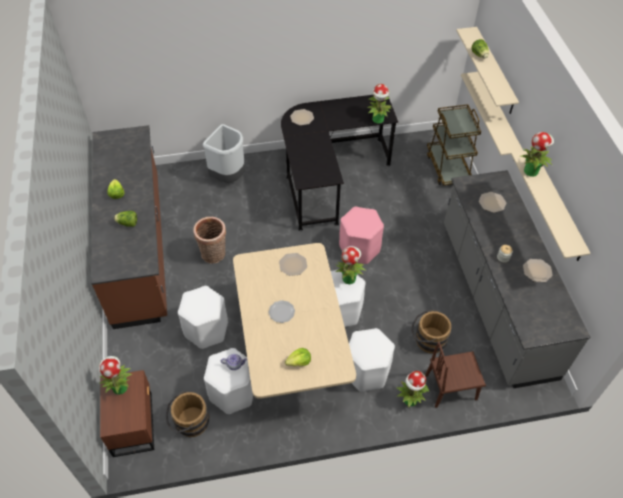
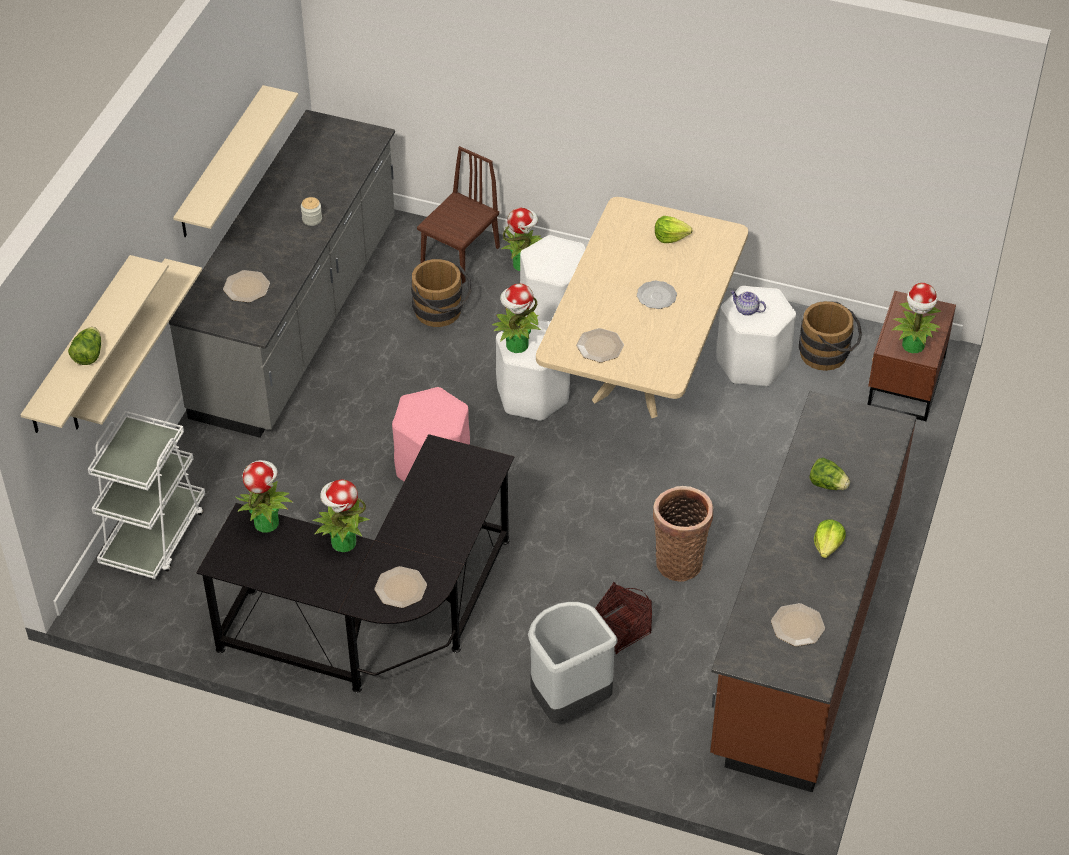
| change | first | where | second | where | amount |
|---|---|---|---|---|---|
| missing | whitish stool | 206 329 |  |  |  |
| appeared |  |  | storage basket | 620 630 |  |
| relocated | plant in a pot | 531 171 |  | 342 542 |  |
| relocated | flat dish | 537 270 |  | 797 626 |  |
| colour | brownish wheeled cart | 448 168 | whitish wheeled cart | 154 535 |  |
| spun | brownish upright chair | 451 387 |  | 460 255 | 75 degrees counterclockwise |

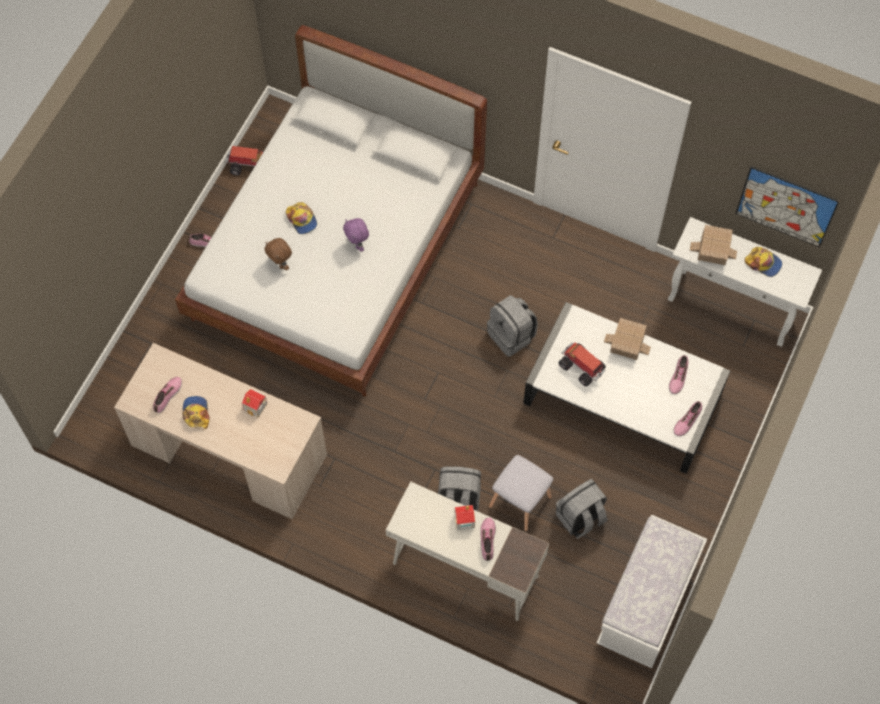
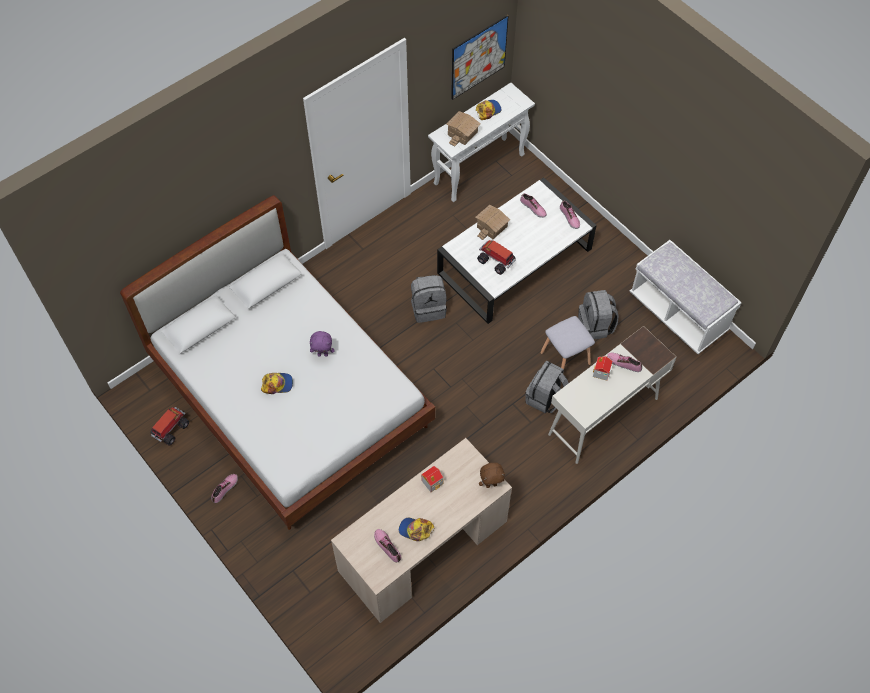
| change | first | where | second | where | amount |
|---|---|---|---|---|---|
| relocated | brownish cuddly toy | 280 264 |  | 491 484 |  |
| spun | model truck | 582 368 |  | 496 261 | 60 degrees clockwise |

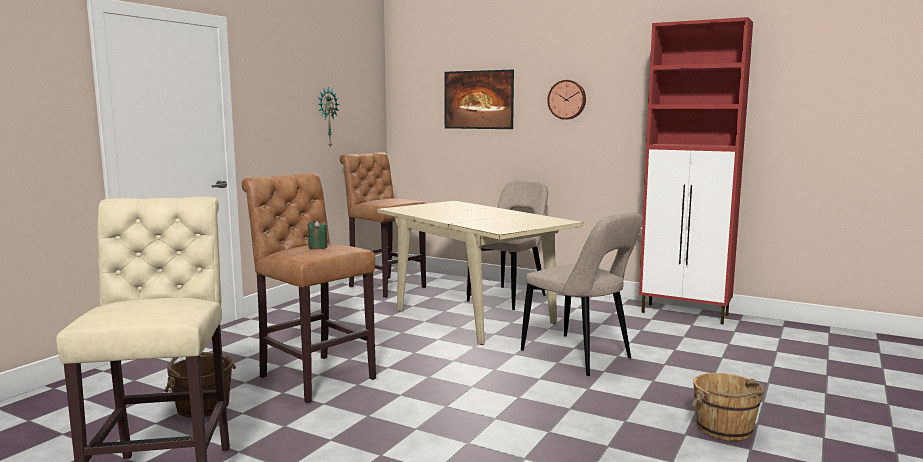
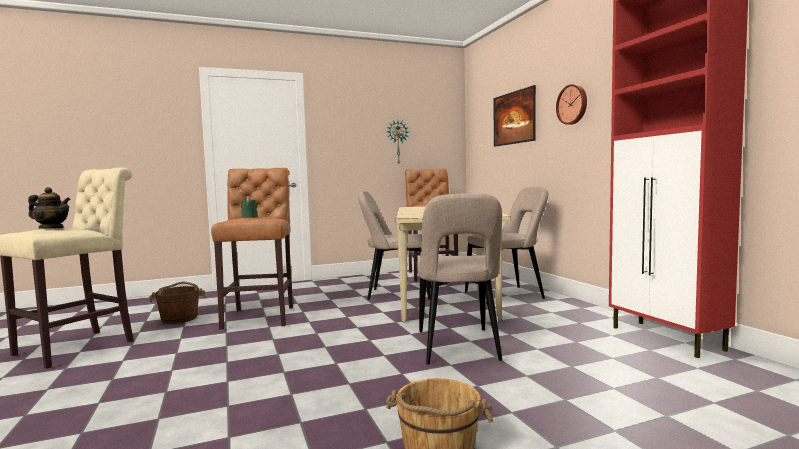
| change | first | where | second | where | amount |
|---|---|---|---|---|---|
| appeared |  |  | tea pot | 51 228 |  |
| appeared |  |  | beige-coloured upright chair | 396 294 |  |

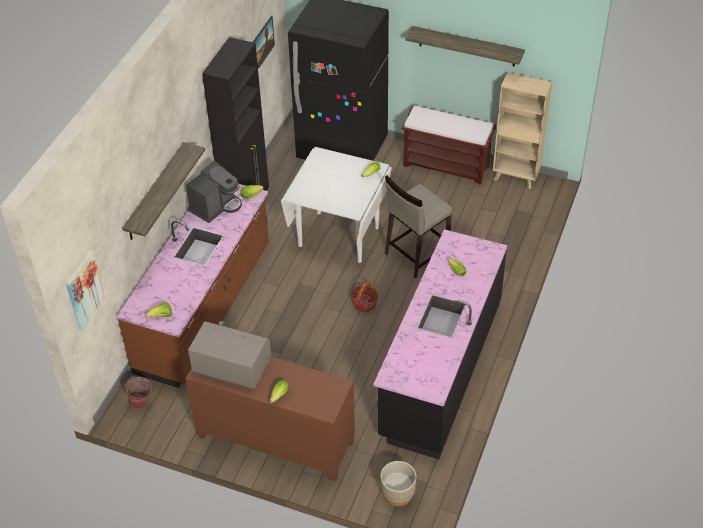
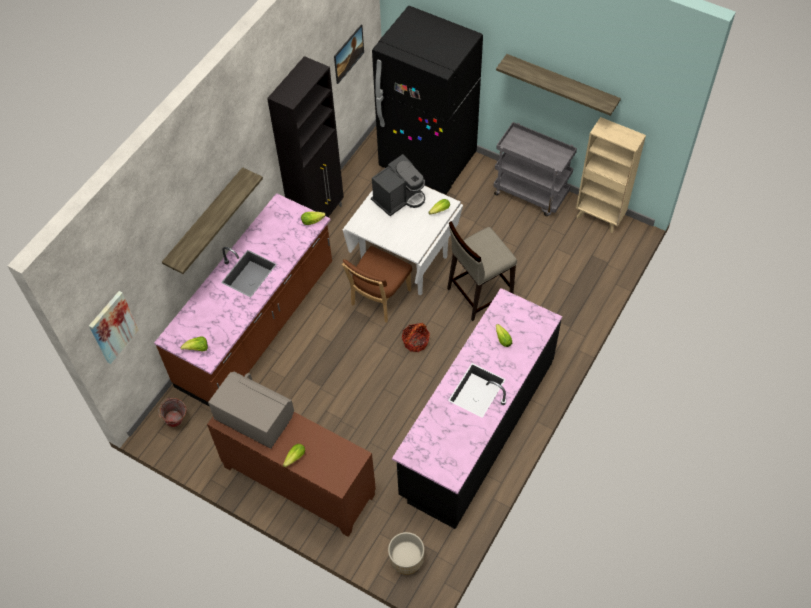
| change | first | where | second | where | amount |
|---|---|---|---|---|---|
| appeared |  |  | brownish upright chair | 379 299 |  |
| relocated | coffee maker | 215 206 |  | 399 198 |  |
| exchanged | brownish indoor bench | 447 165 | grey wheeled cart | 531 194 |  |

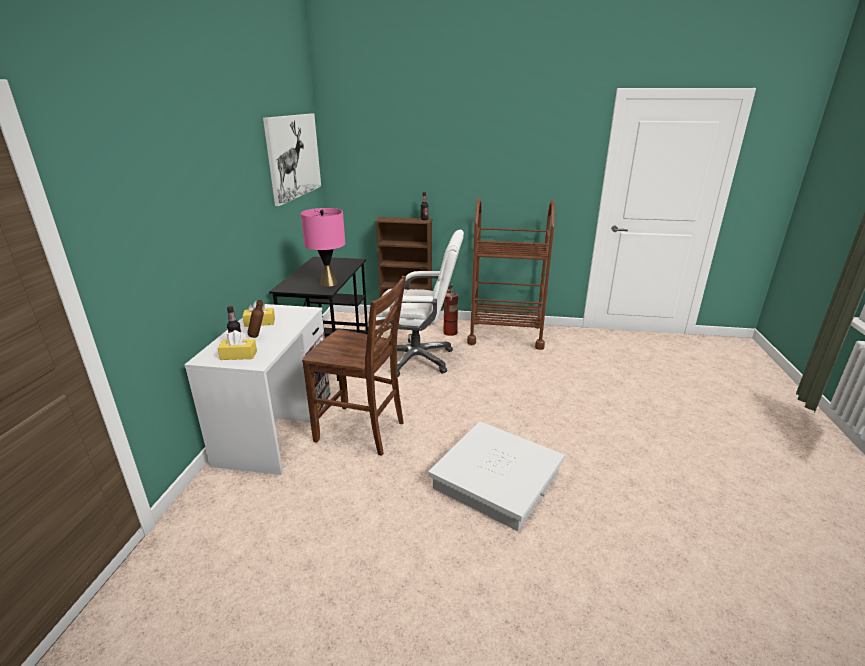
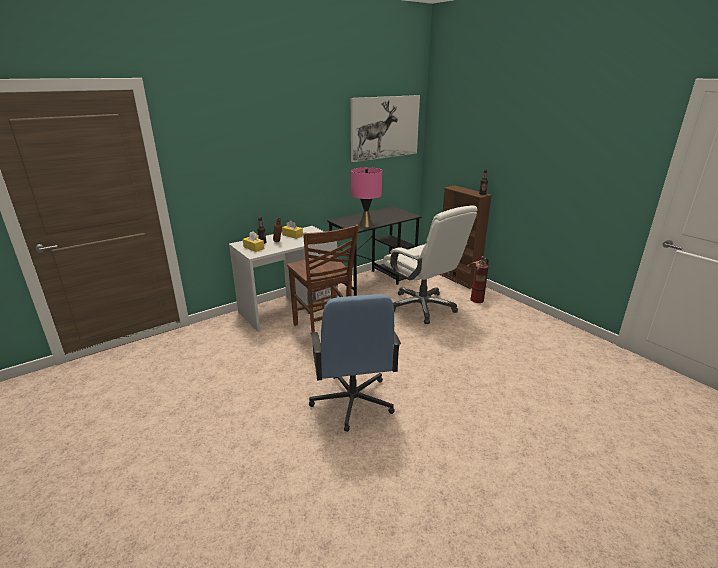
| change | first | where | second | where | amount |
|---|---|---|---|---|---|
| missing | brownish wheeled cart | 505 334 |  |  |  |
| exchanged | whitish storage container | 496 480 | bluish office chair | 352 402 |  |

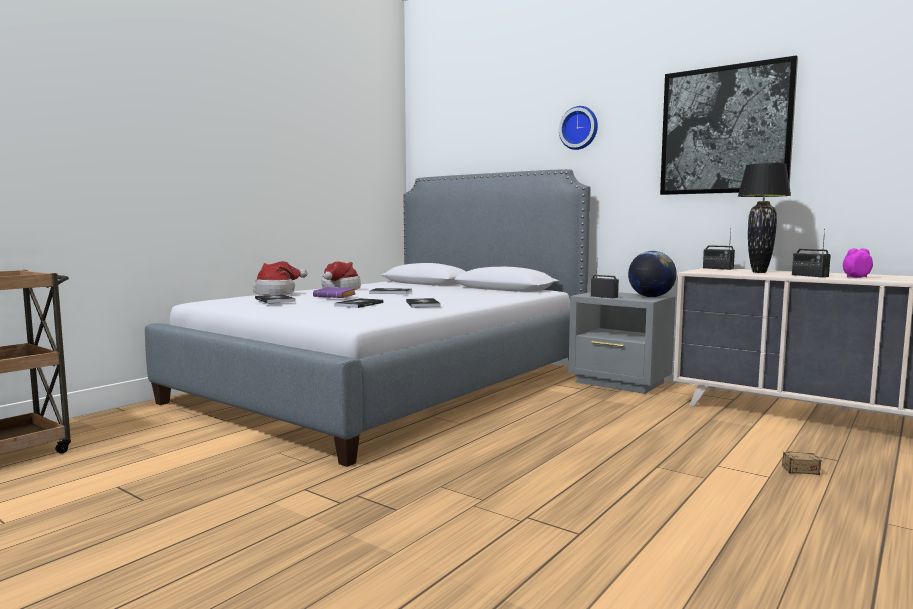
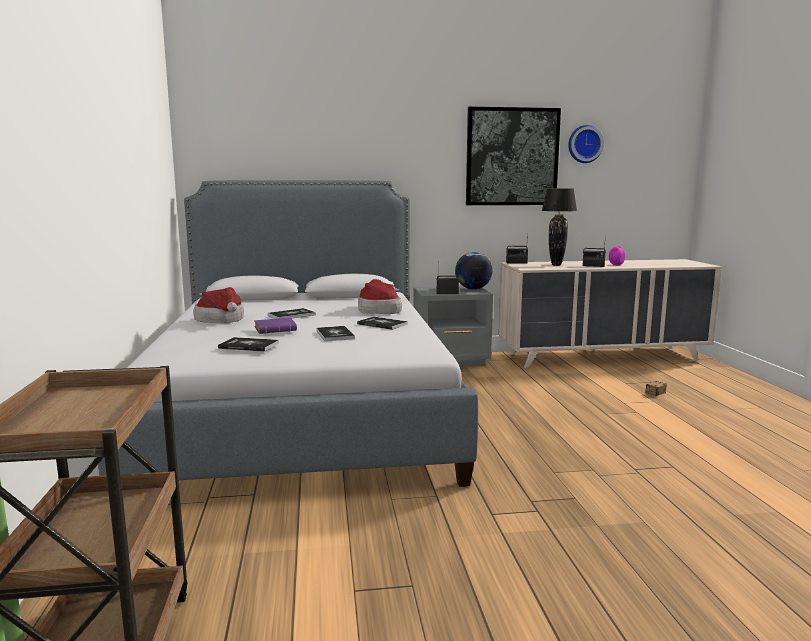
| change | first | where | second | where | amount |
|---|---|---|---|---|---|
| relocated | clothing hat | 277 293 |  | 379 310 |  |
| relocated | wall clock | 579 128 |  | 584 144 |  |

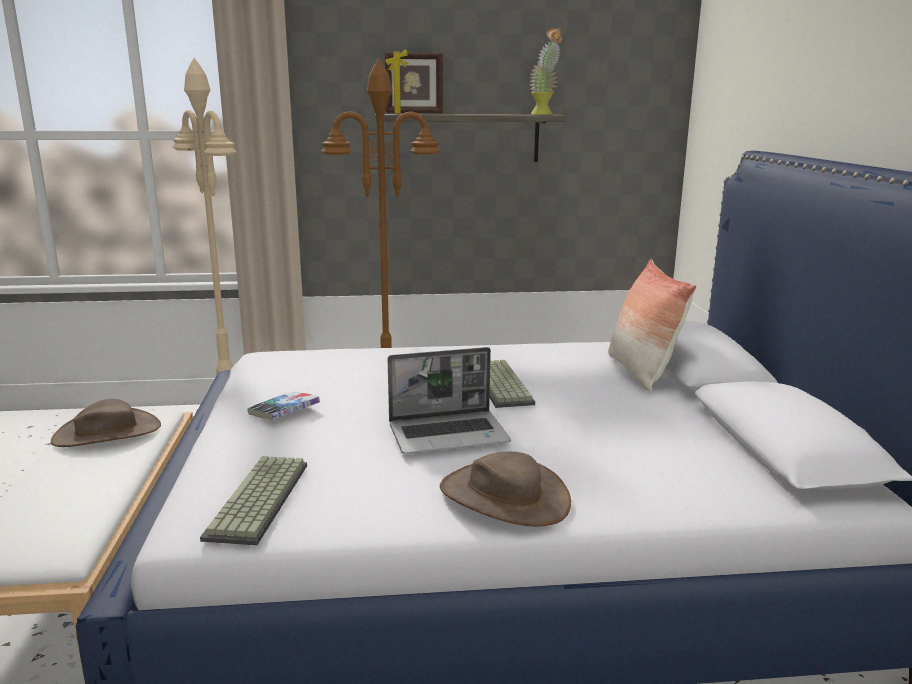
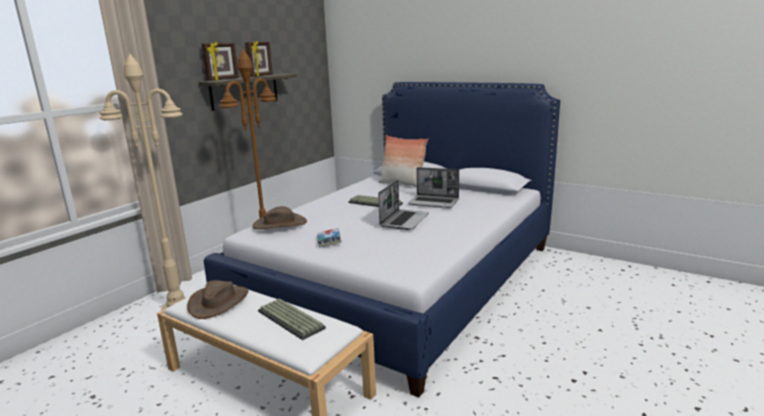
| change | first | where | second | where | amount |
|---|---|---|---|---|---|
| missing | plant in a pot | 545 114 |  |  |  |
| appeared |  |  | picture frame | 261 76 |  |
| appeared |  |  | portable computer | 434 202 |  |
| relocated | PC keyboard | 260 501 |  | 292 319 |  |
| relocated | brownish clothing hat | 504 496 |  | 280 224 |  |

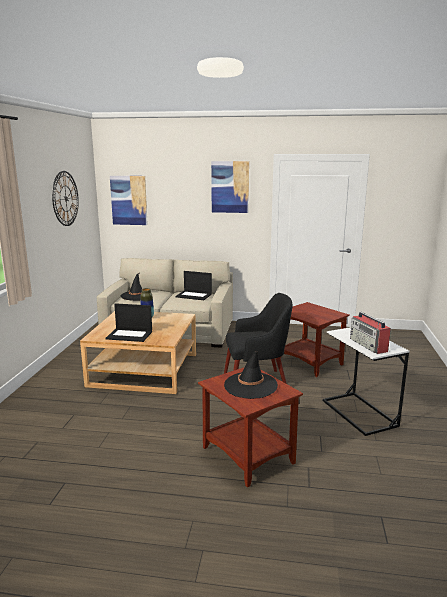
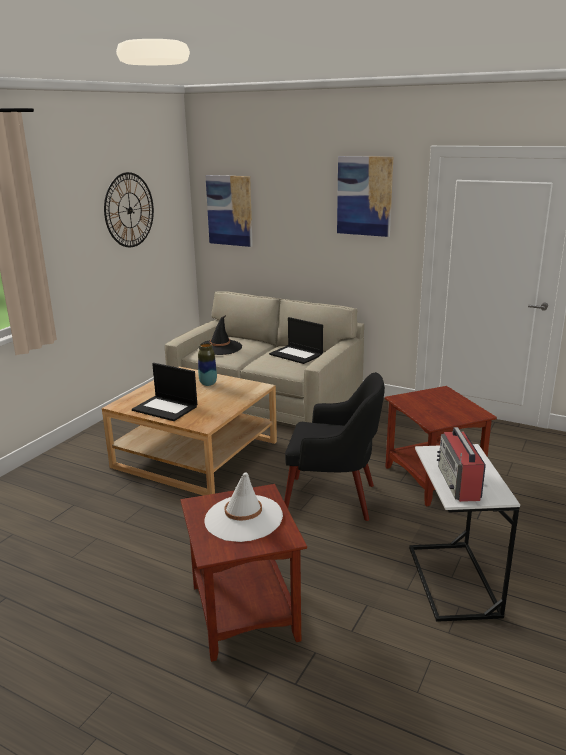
| change | first | where | second | where | amount |
|---|---|---|---|---|---|
| colour | black-coloured clothing hat | 250 385 | whitish clothing hat | 243 518 |  |

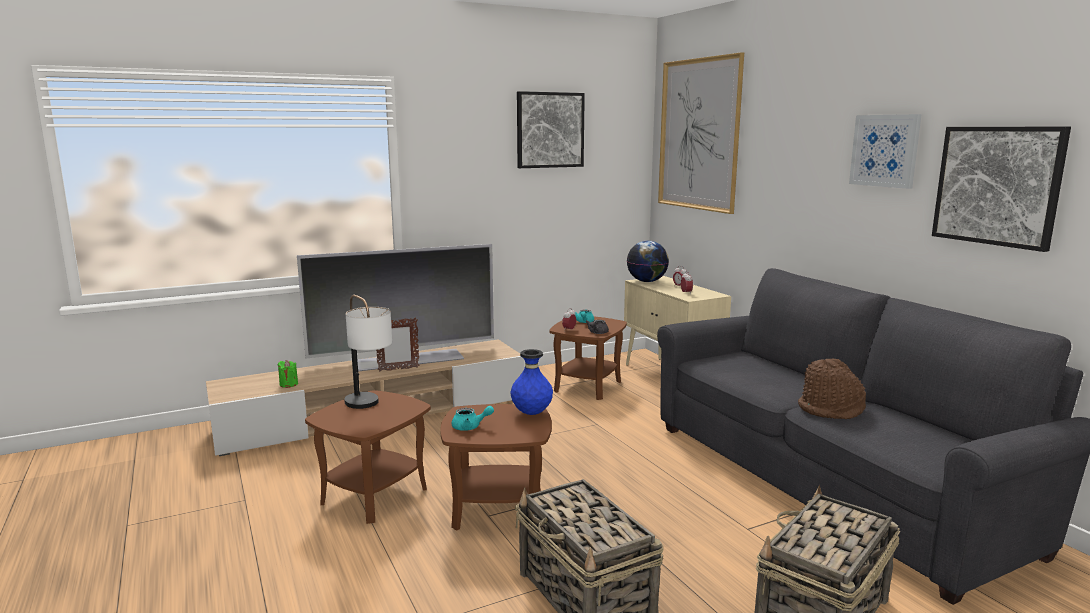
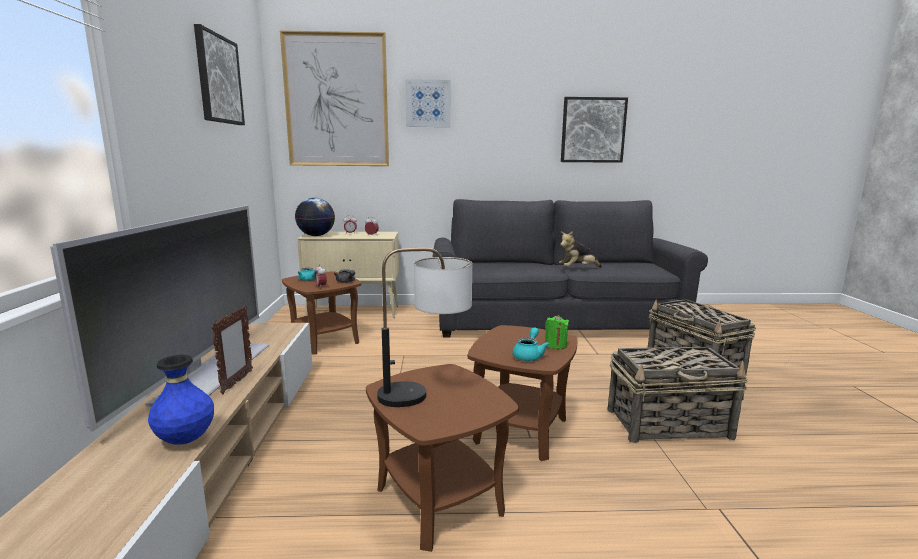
| change | first | where | second | where | amount |
|---|---|---|---|---|---|
| relocated | green wax light | 288 384 |  | 555 345 |  |
| relocated | bluish decorative vase | 532 413 |  | 186 440 |  |
| relocated | picture | 885 150 |  | 428 103 |  |
| exchanged | brownish clothing hat | 831 409 | cuddly toy | 578 269 |  |

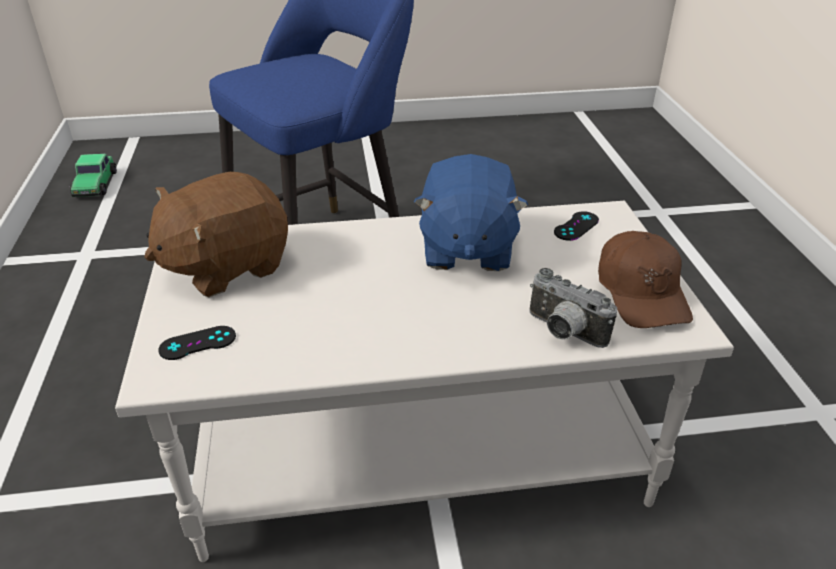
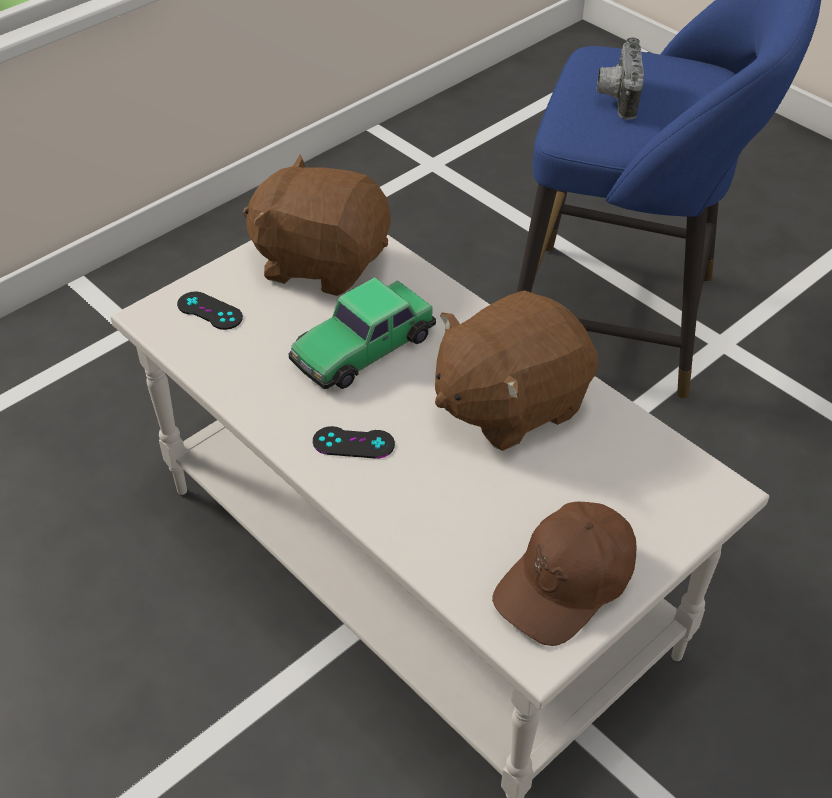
| change | first | where | second | where | amount |
|---|---|---|---|---|---|
| relocated | miniature car | 95 184 |  | 363 347 |  |
| relocated | still camera | 562 332 |  | 616 97 |  |
| relocated | black-coloured game controller | 576 226 |  | 353 443 |  |
| colour | bluish cuddly toy | 466 249 | brownish cuddly toy | 509 403 |  |

